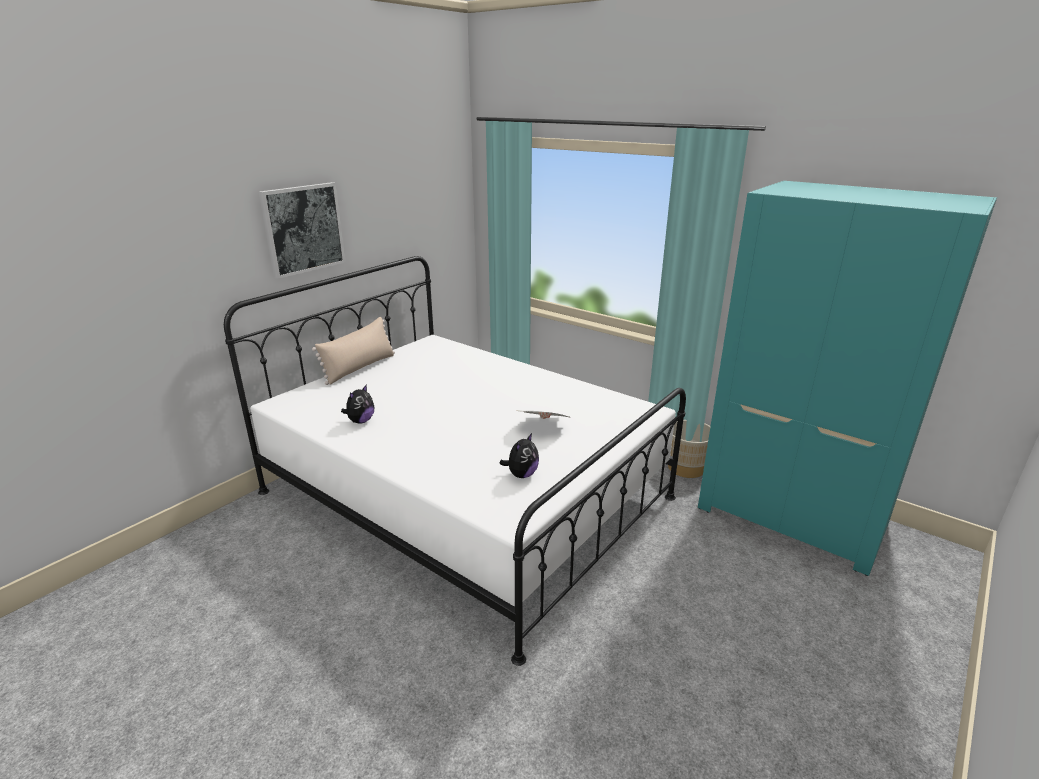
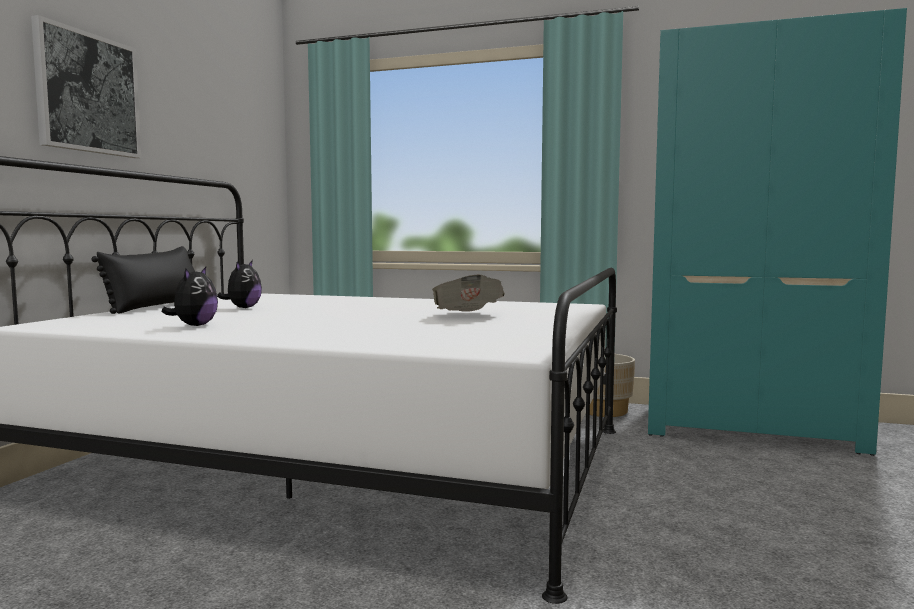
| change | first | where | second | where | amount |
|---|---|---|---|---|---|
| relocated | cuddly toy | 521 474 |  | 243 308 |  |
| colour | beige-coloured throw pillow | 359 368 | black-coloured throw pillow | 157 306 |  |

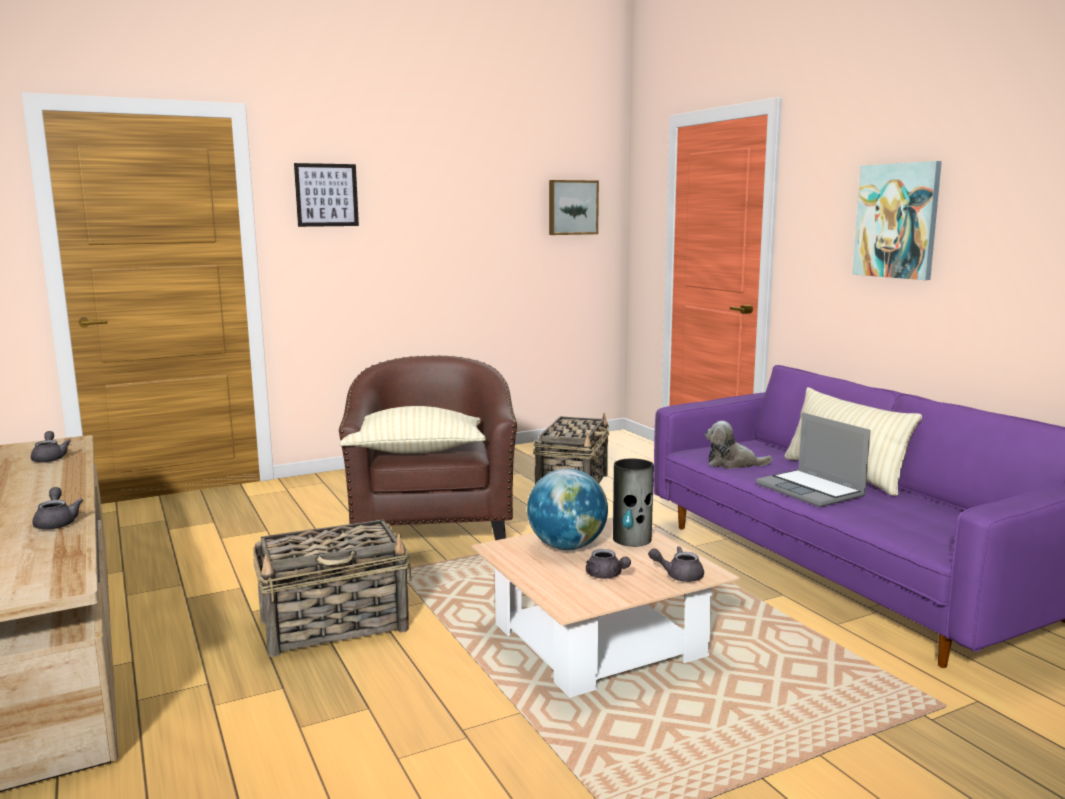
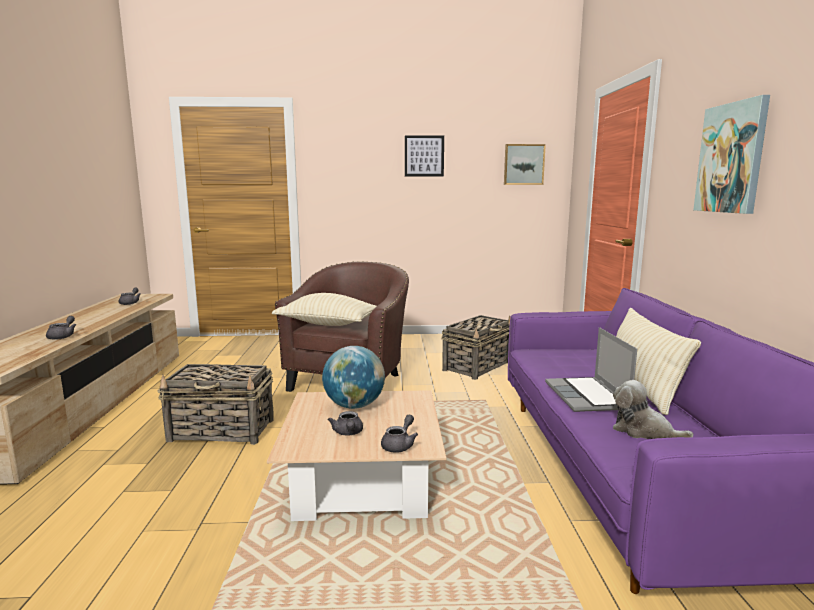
| change | first | where | second | where | amount |
|---|---|---|---|---|---|
| missing | decorative vase | 632 539 |  |  |  |
| relocated | picture | 326 195 |  | 424 156 |  |
| relocated | cuddly toy | 732 464 |  | 643 431 |  |
| spun | grey tea pot | 678 576 |  | 399 445 | 90 degrees clockwise |

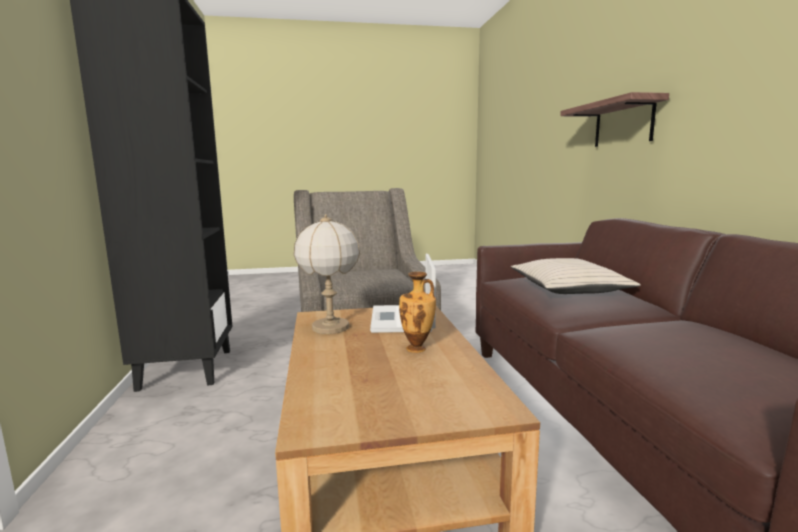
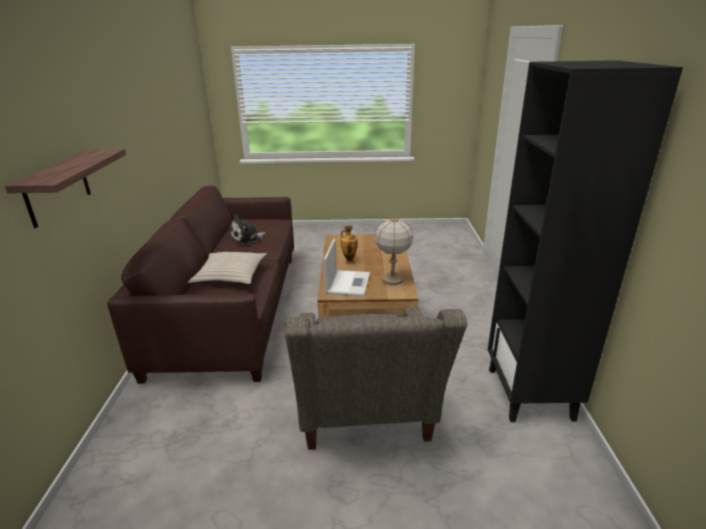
| change | first | where | second | where | amount |
|---|---|---|---|---|---|
| appeared |  |  | cuddly toy | 247 238 |  |

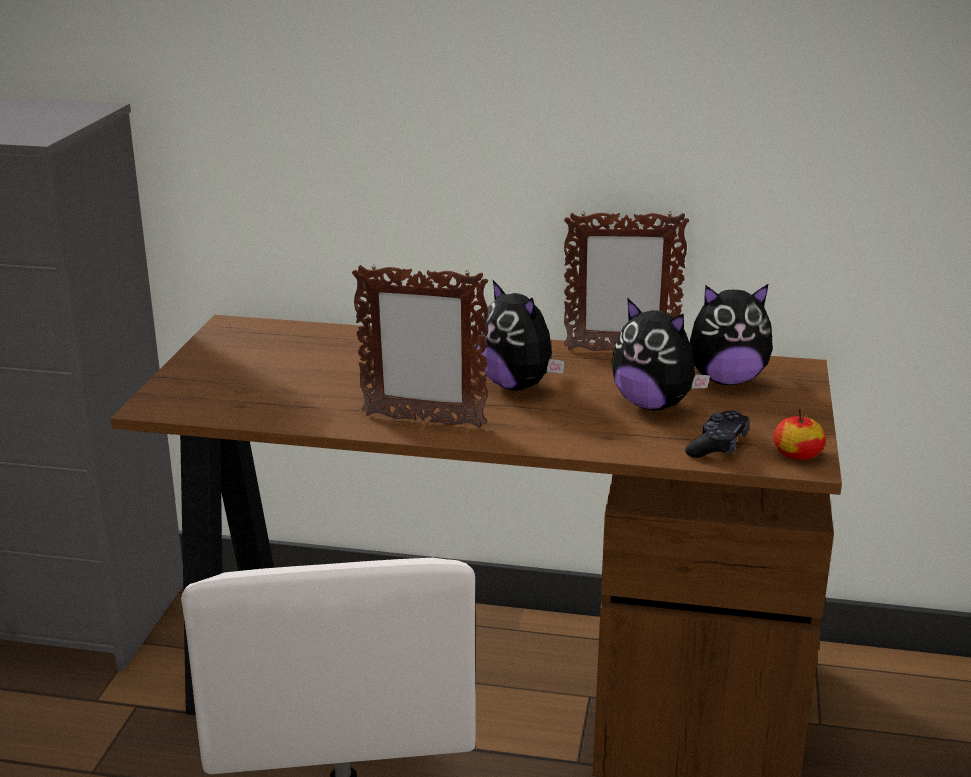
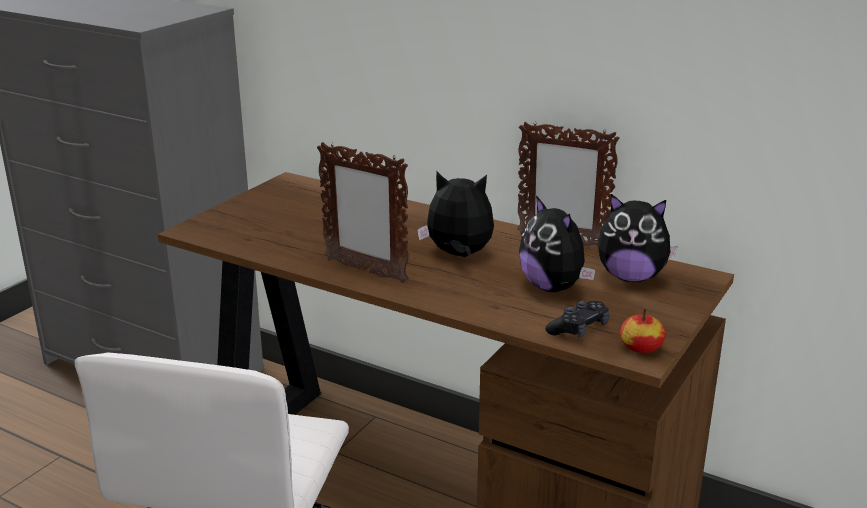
| change | first | where | second | where | amount |
|---|---|---|---|---|---|
| spun | cuddly toy | 518 385 |  | 458 255 | 120 degrees clockwise |

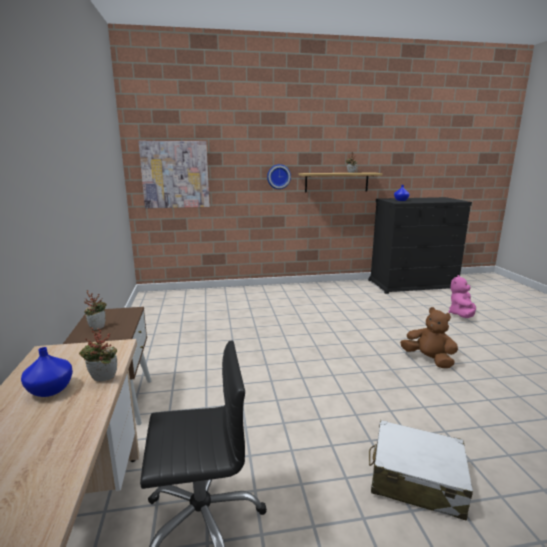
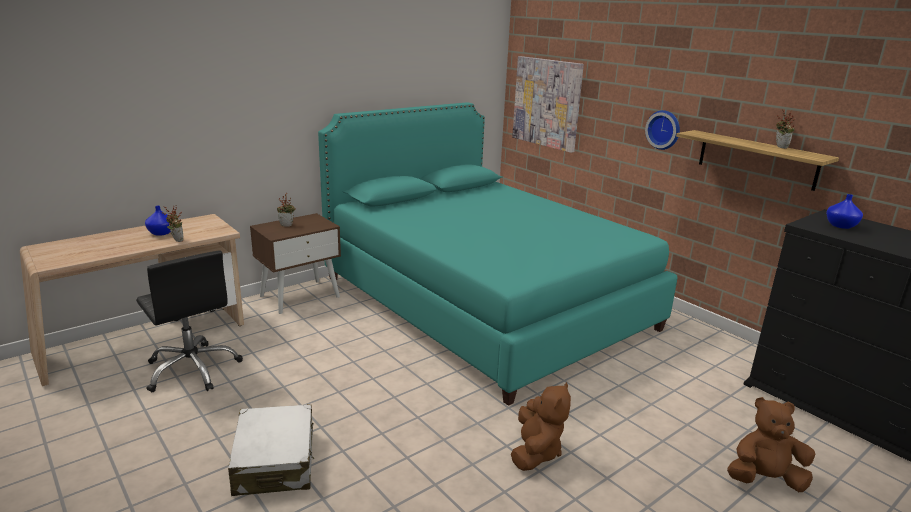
| change | first | where | second | where | amount |
|---|---|---|---|---|---|
| appeared |  |  | turquoise sleeping bed | 484 303 |  |
| colour | pink-coloured cuddly toy | 461 315 | brownish cuddly toy | 764 479 |  |

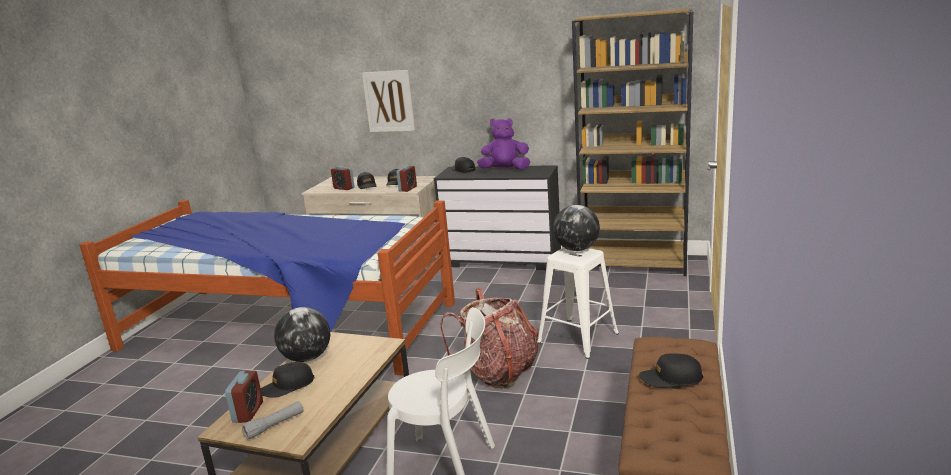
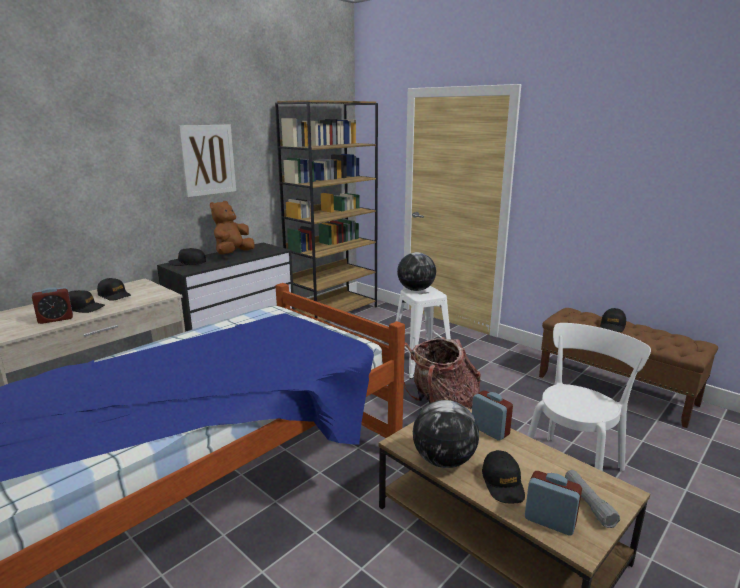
| change | first | where | second | where | amount |
|---|---|---|---|---|---|
| relocated | picture | 389 101 |  | 208 160 |  |
| relocated | bedside clock | 408 189 |  | 490 430 |  |
| colour | purplish cuddly toy | 505 170 | brownish cuddly toy | 233 254 |  |

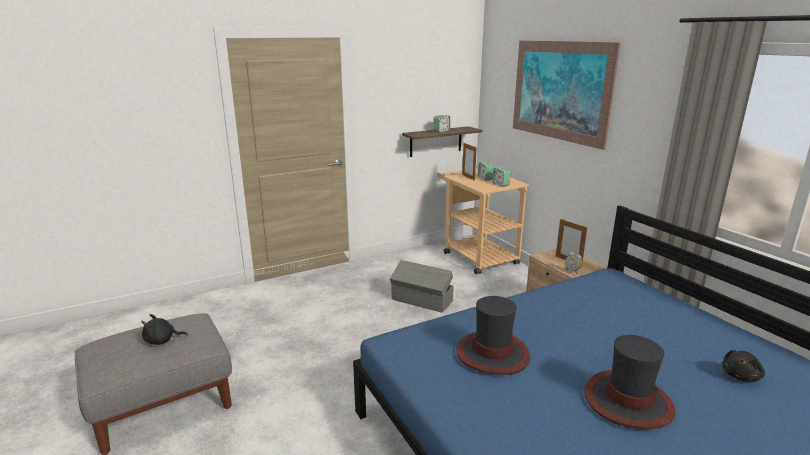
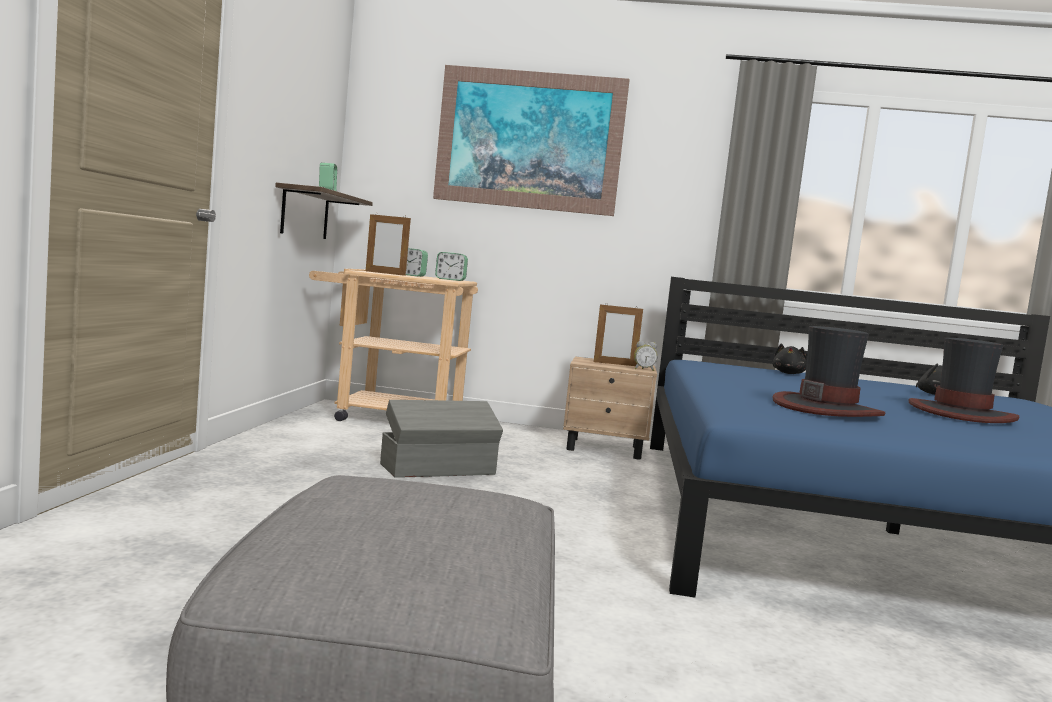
| change | first | where | second | where | amount |
|---|---|---|---|---|---|
| relocated | black-coloured cuddly toy | 162 340 |  | 789 373 |  |

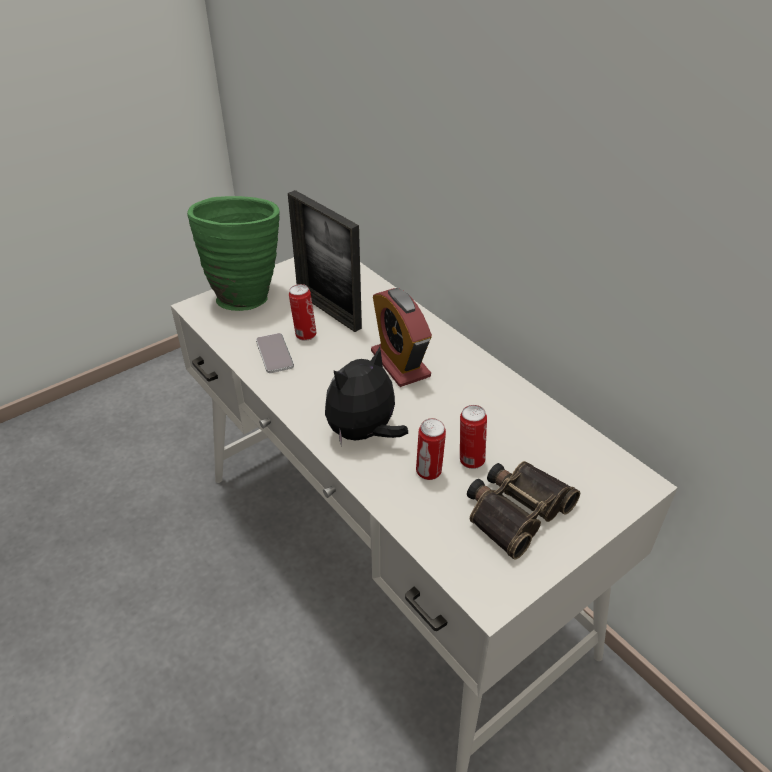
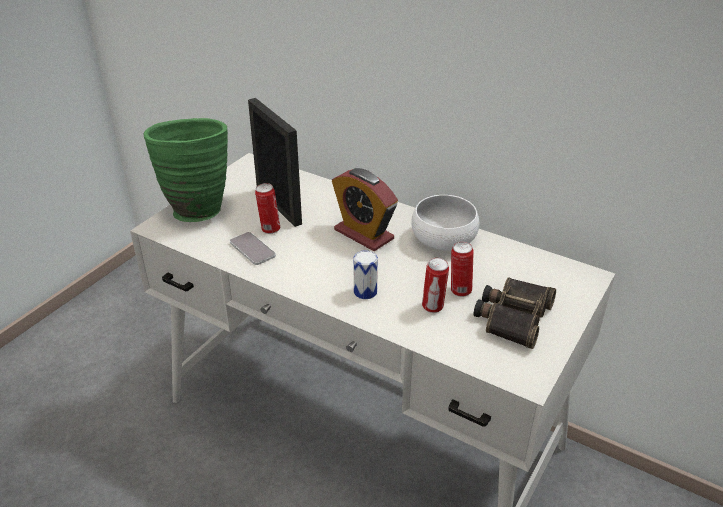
| change | first | where | second | where | amount |
|---|---|---|---|---|---|
| appeared |  |  | whitish serving bowl | 443 238 |  |
| exchanged | cuddly toy | 364 433 | sealed can | 365 292 |  |
| spun | picture frame | 328 310 |  | 278 206 | 150 degrees counterclockwise |

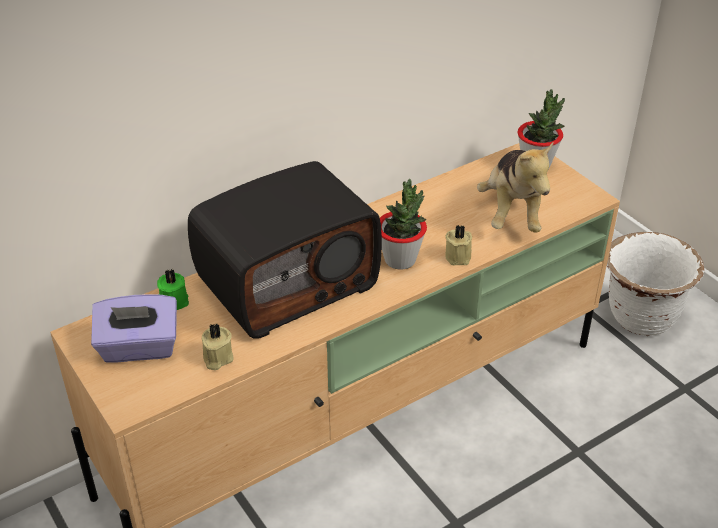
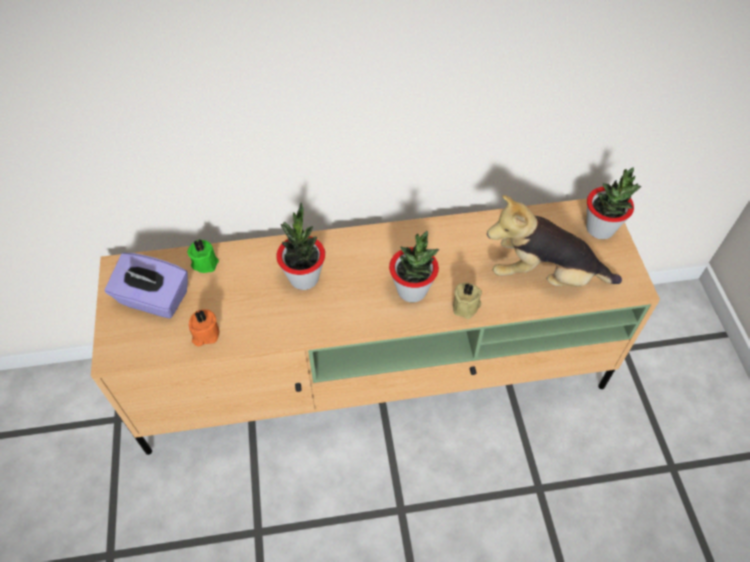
| change | first | where | second | where | amount |
|---|---|---|---|---|---|
| missing | whitish planter | 641 318 |  |  |  |
| exchanged | radio receiver | 287 282 | plant in a pot | 304 278 |  |
| colour | beige-coloured wax light | 217 358 | orangey wax light | 205 334 |  |
| spun | cuddly toy | 512 212 |  | 544 275 | 75 degrees clockwise |

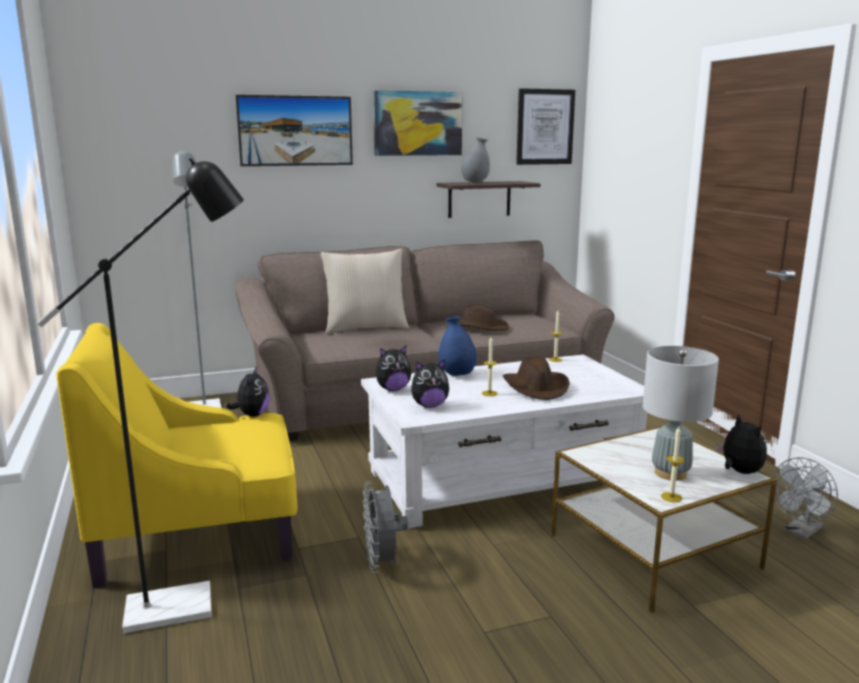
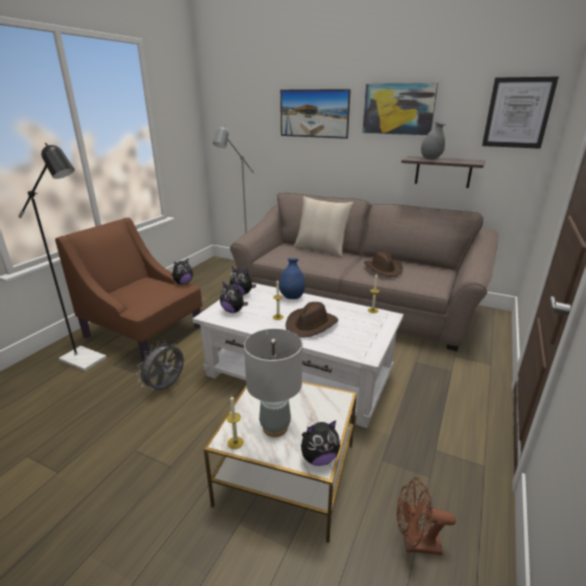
| change | first | where | second | where | amount |
|---|---|---|---|---|---|
| colour | yellowish easy chair | 200 532 | brownish easy chair | 144 332 |  |
| colour | grey electric fan | 800 532 | brownish electric fan | 415 543 |  |
| spun | cuddly toy | 739 472 |  | 319 458 | 45 degrees clockwise |

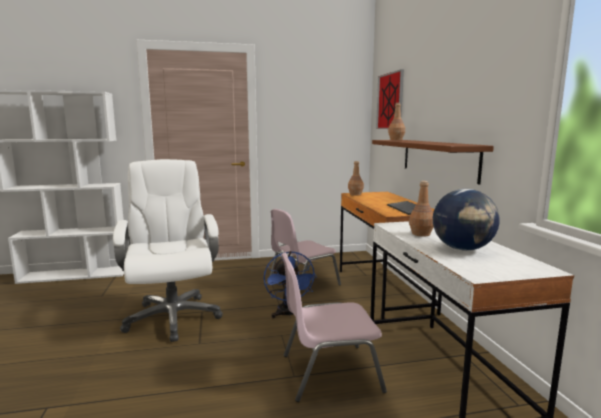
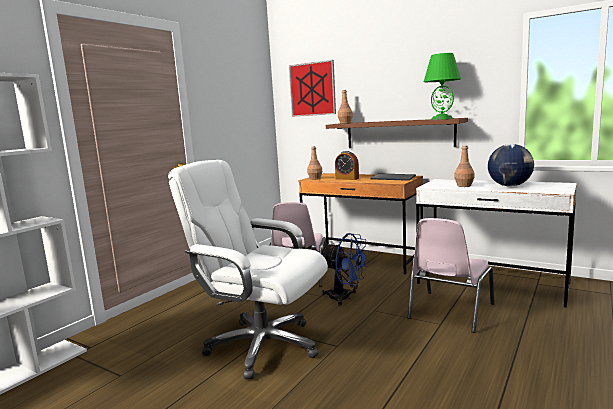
| change | first | where | second | where | amount |
|---|---|---|---|---|---|
| appeared |  |  | bedside clock | 347 178 |  |
| appeared |  |  | green lamp for a table | 441 119 |  |

